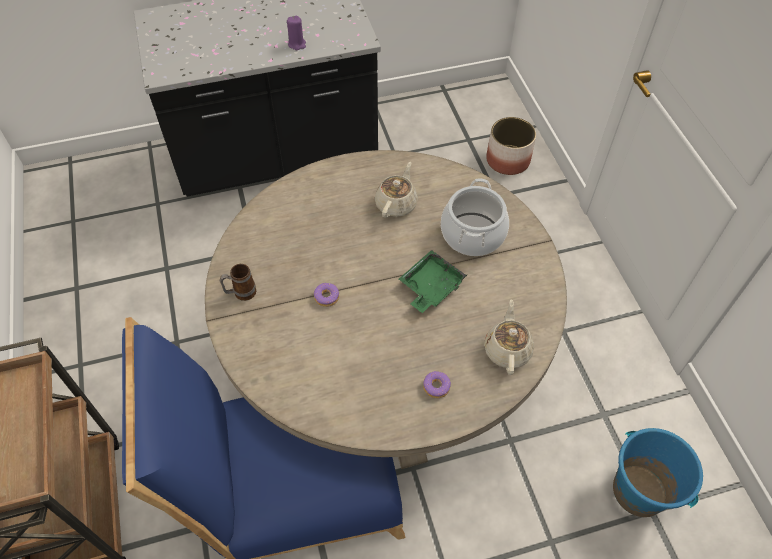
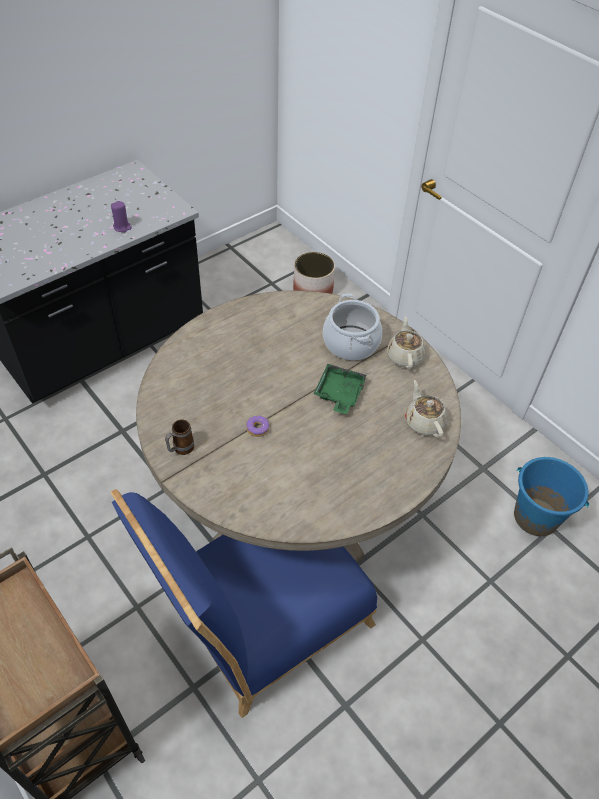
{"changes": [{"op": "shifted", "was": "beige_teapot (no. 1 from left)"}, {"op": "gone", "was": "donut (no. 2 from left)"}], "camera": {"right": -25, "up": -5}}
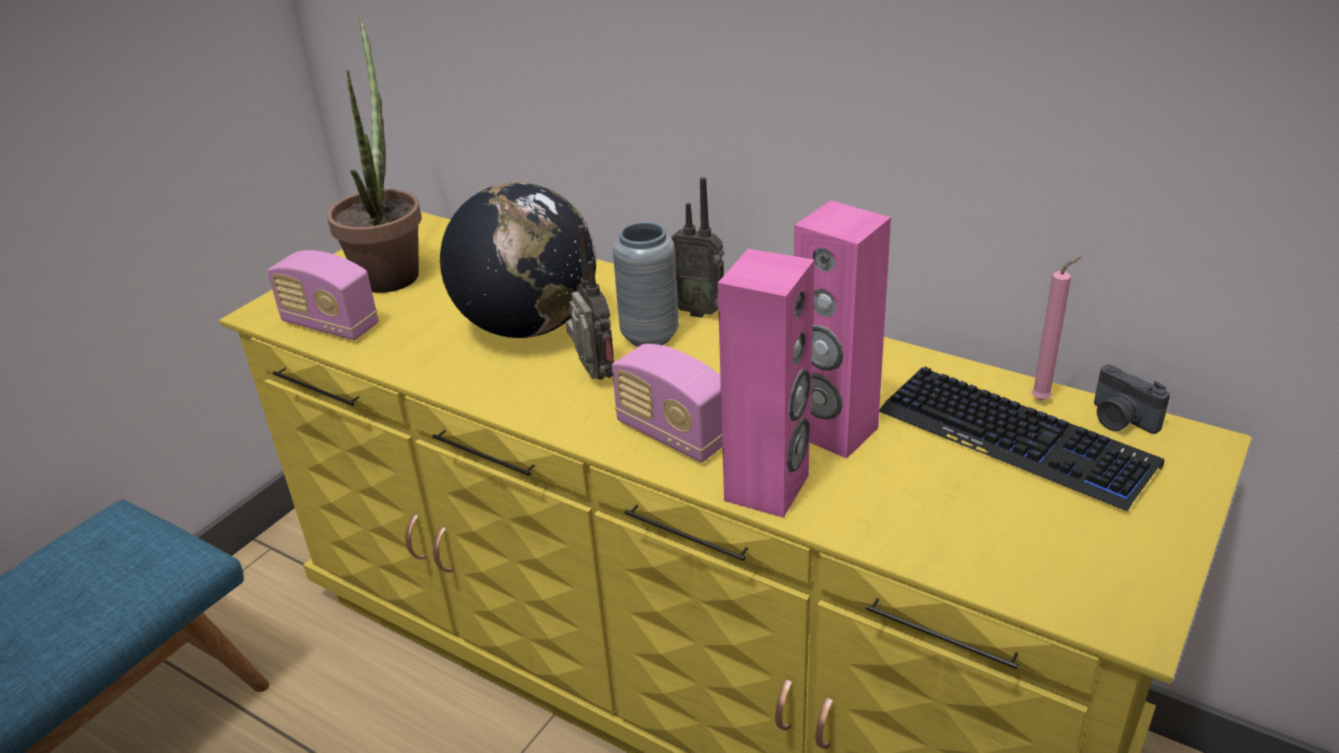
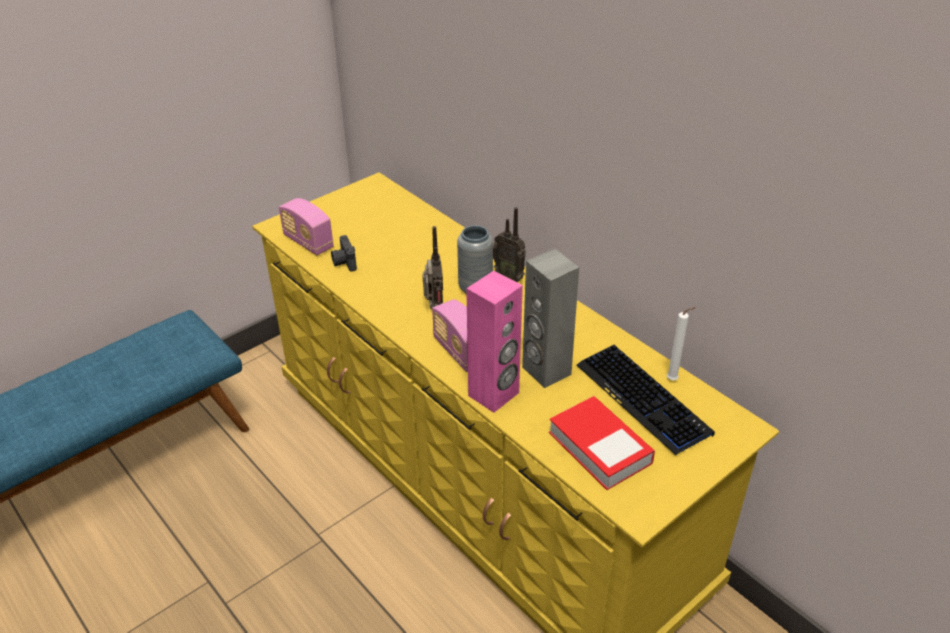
{"changes": [{"op": "gone", "was": "potted_plant"}, {"op": "gone", "was": "globe"}, {"op": "repainted", "was": "pink_speaker (no. 2 from left)", "now": "grey_speaker"}, {"op": "repainted", "was": "pink_candle", "now": "white_candle"}, {"op": "shifted", "was": "photo_camera"}, {"op": "new", "now": "book"}], "camera": {"right": 15, "up": 5}}
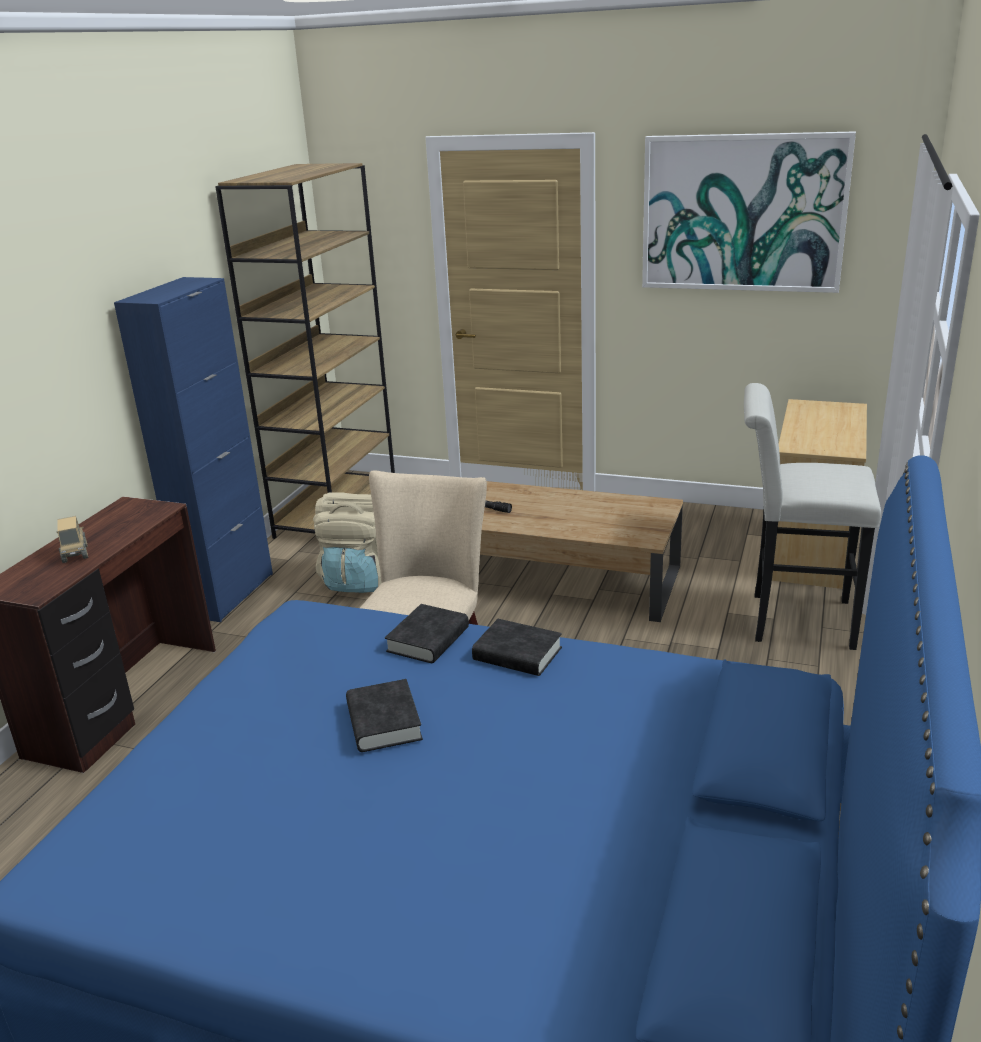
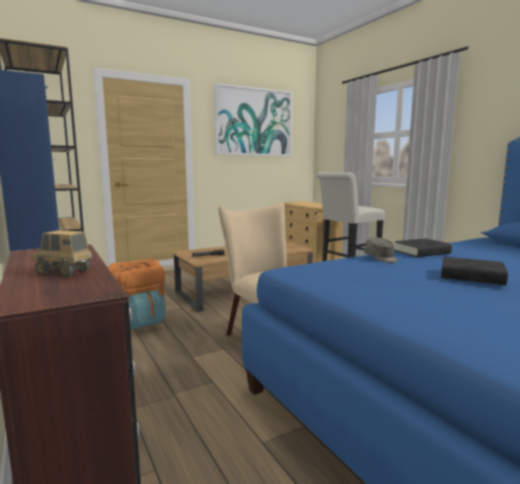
{"changes": [{"op": "repainted", "was": "beige_backpack", "now": "orange_backpack"}, {"op": "swapped", "was": "black_book (no. 2 from left)", "now": "grey_cap"}], "camera": {"right": -50, "up": -15}}
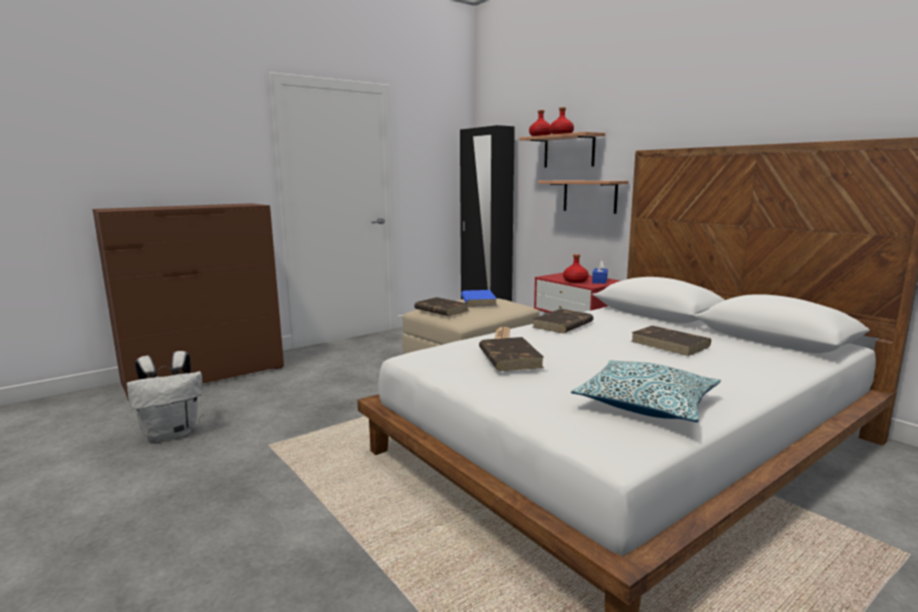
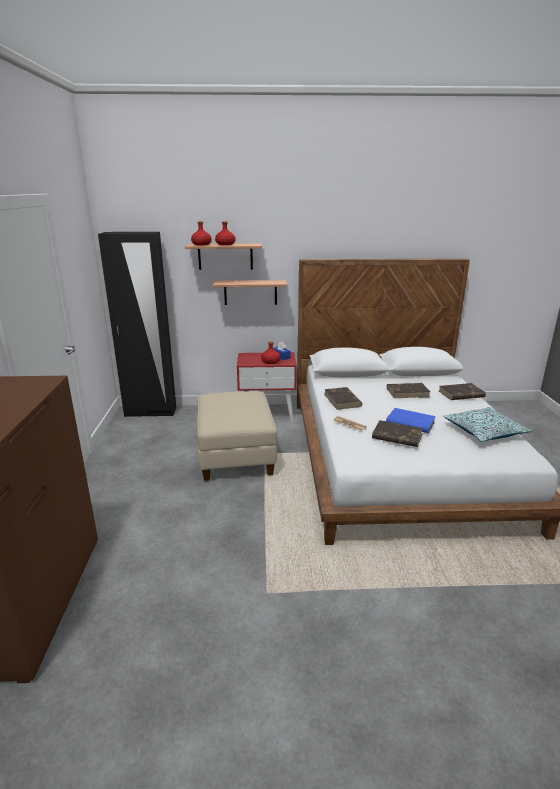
{"changes": [{"op": "shifted", "was": "blue_book"}, {"op": "shifted", "was": "brown_book (no. 1 from left in the first image)", "now": "brown_book (no. 4 from left)"}, {"op": "gone", "was": "white_backpack"}], "camera": {"right": -55, "up": 10}}
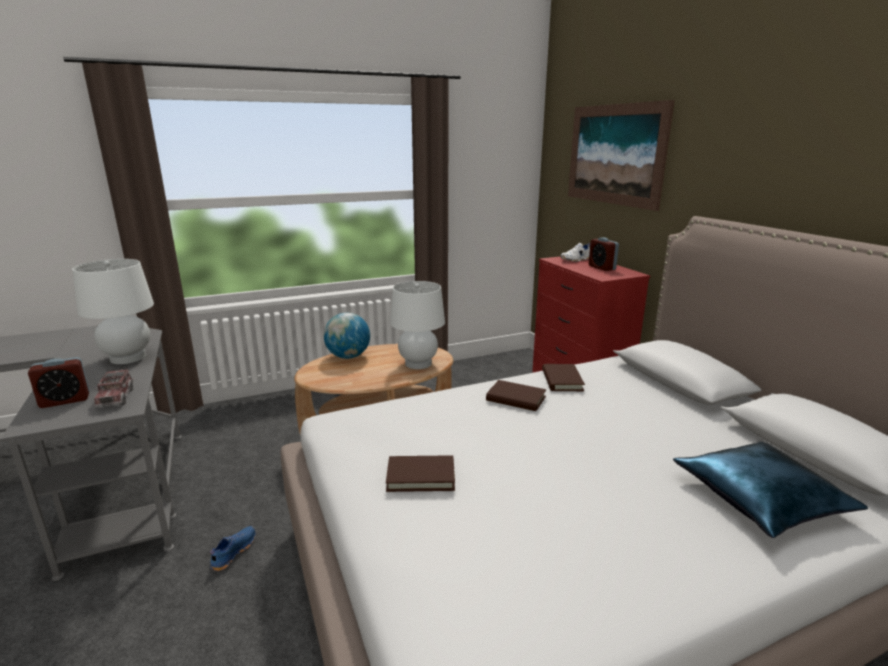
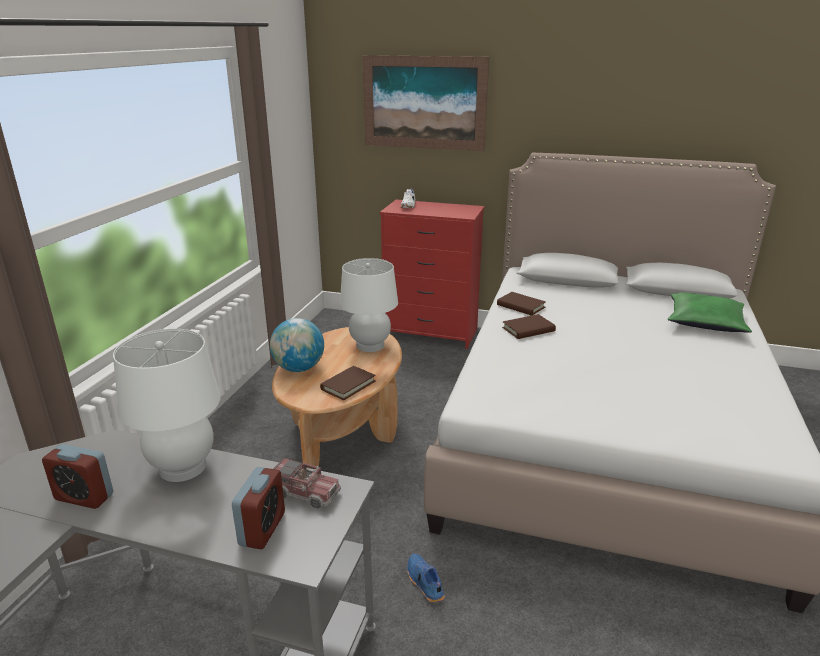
{"changes": [{"op": "shifted", "was": "alarm_clock (no. 2 from left in the first image)", "now": "alarm_clock (no. 1 from left)"}, {"op": "repainted", "was": "blue_pillow", "now": "green_pillow"}, {"op": "shifted", "was": "brown_book (no. 1 from left)"}], "camera": {"right": -50, "up": 5}}
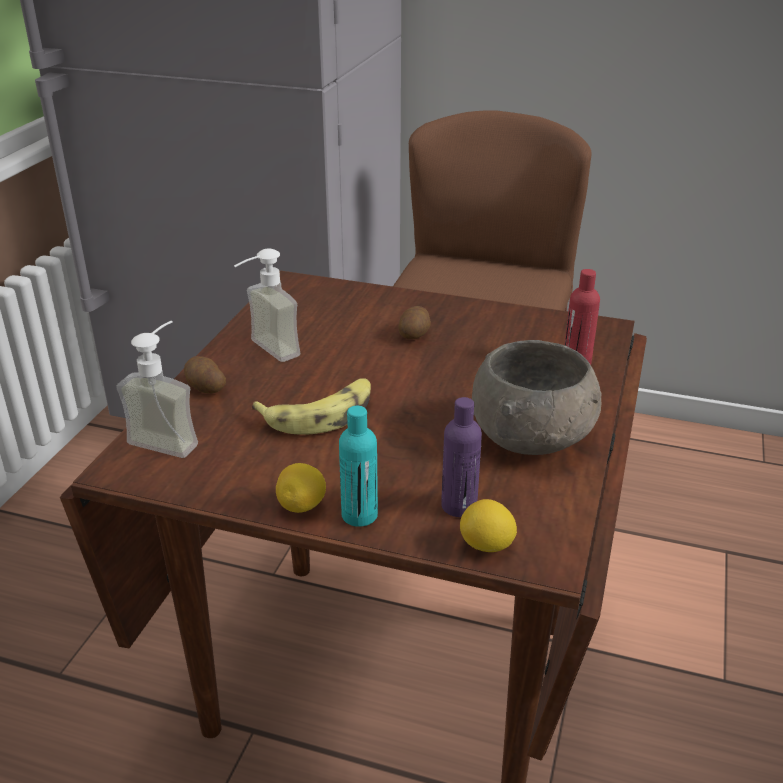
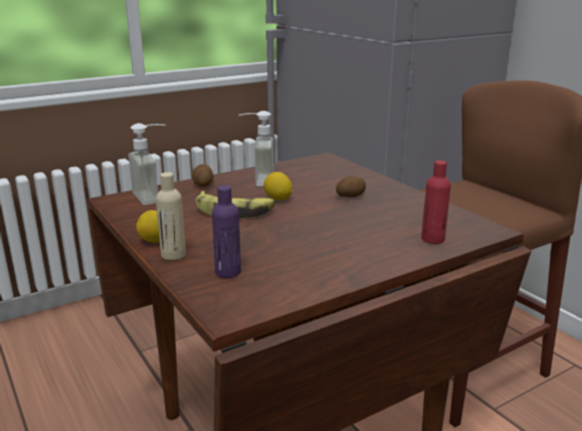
{"changes": [{"op": "gone", "was": "grey_bowl"}, {"op": "repainted", "was": "turquoise_bottle", "now": "beige_bottle"}, {"op": "shifted", "was": "lemon (no. 2 from left)"}], "camera": {"right": 40, "up": -10}}
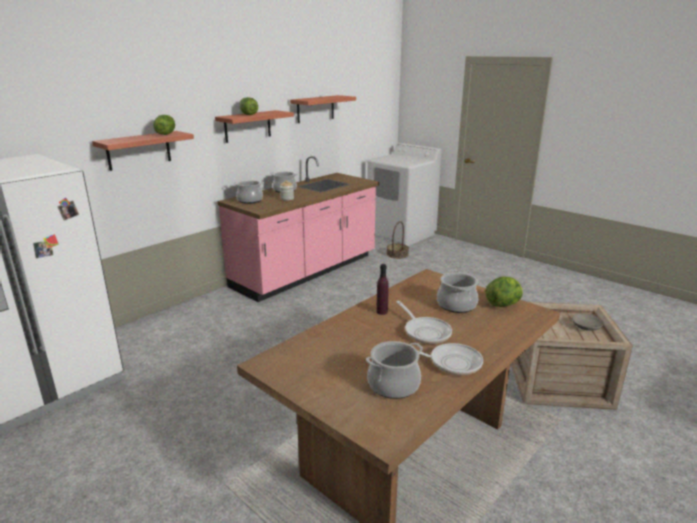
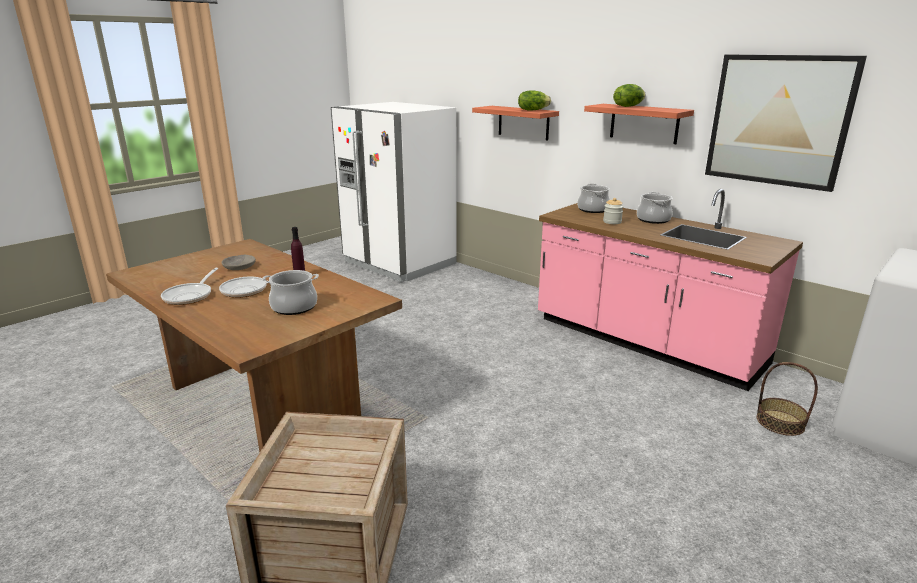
{"changes": [{"op": "swapped", "was": "shelf (no. 3 from left)", "now": "picture"}, {"op": "gone", "was": "lettuce (no. 3 from left)"}, {"op": "shifted", "was": "grey_bowl"}, {"op": "gone", "was": "cooking_pot (no. 3 from left)"}], "camera": {"right": 90, "up": 0}}
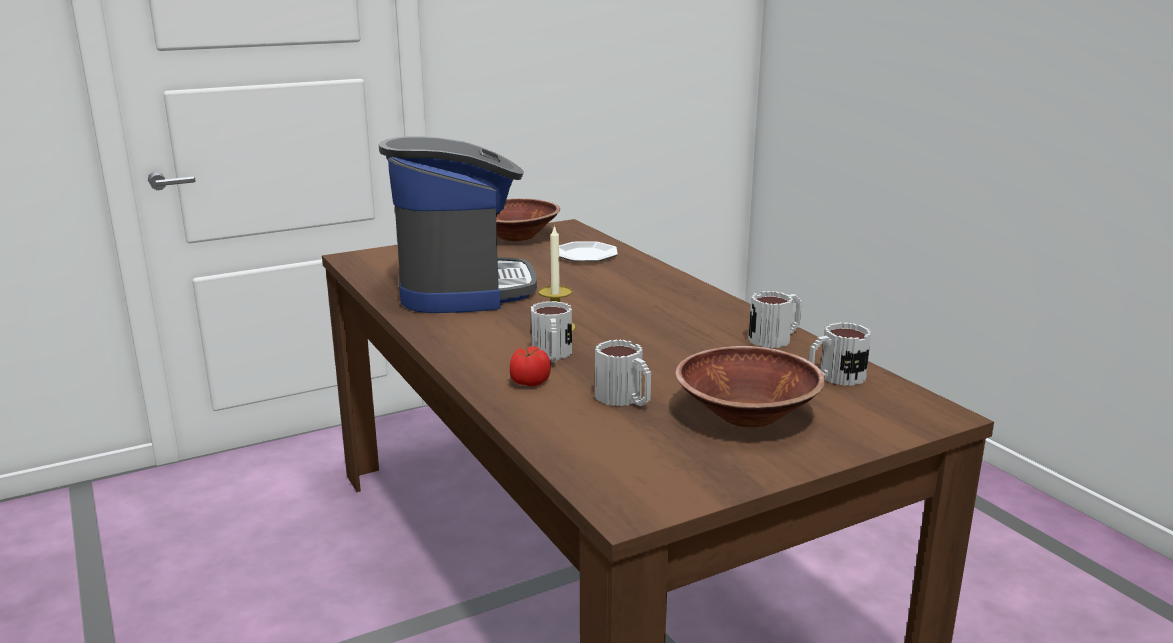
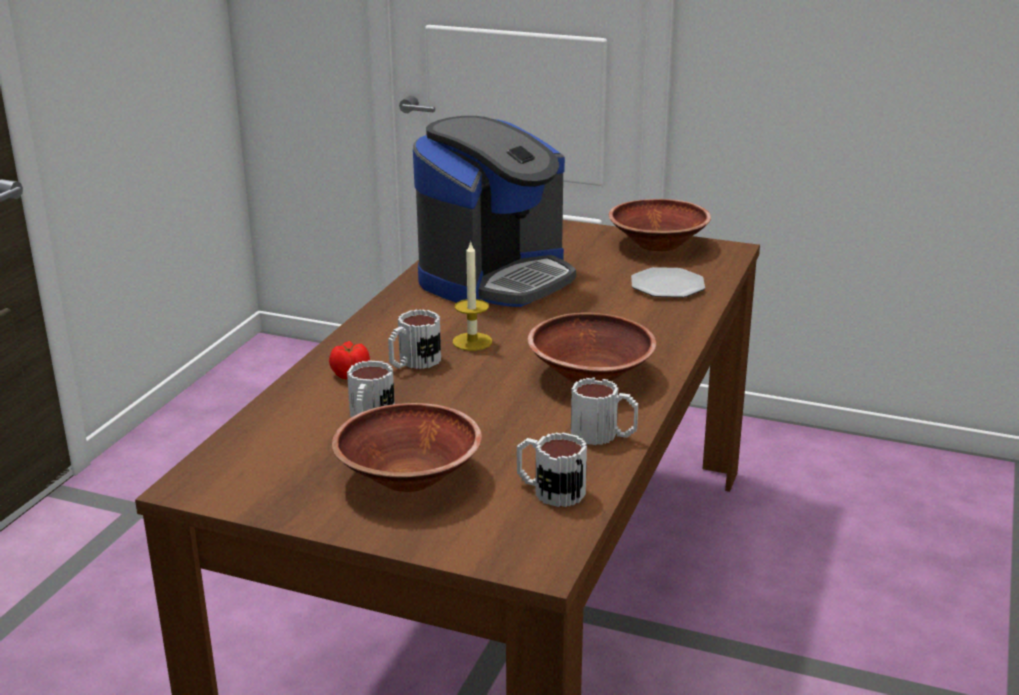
{"changes": [{"op": "new", "now": "brown_bowl (no. 2 from left)"}], "camera": {"right": 50, "up": 5}}
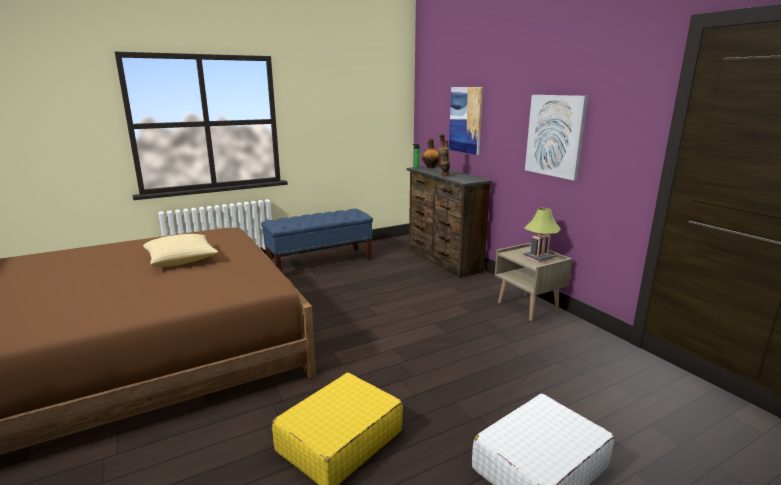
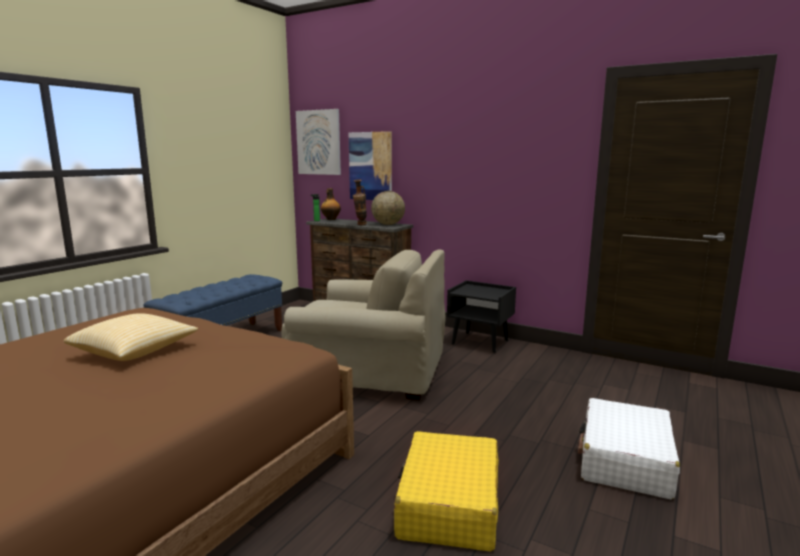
{"changes": [{"op": "shifted", "was": "picture (no. 2 from left in the first image)", "now": "picture (no. 1 from left)"}, {"op": "gone", "was": "table_lamp"}, {"op": "repainted", "was": "beige_nightstand", "now": "black_nightstand"}, {"op": "new", "now": "globe"}, {"op": "new", "now": "beige_armchair"}], "camera": {"right": -30, "up": -5}}
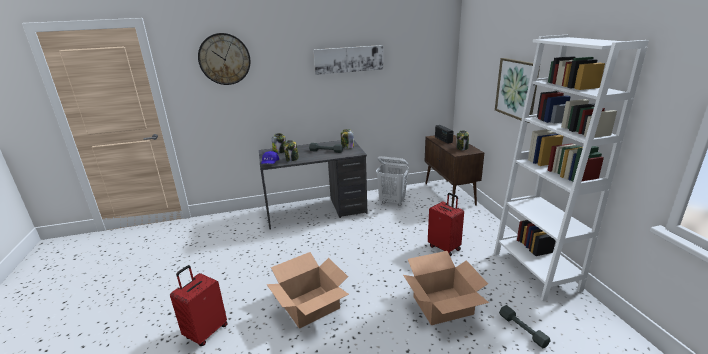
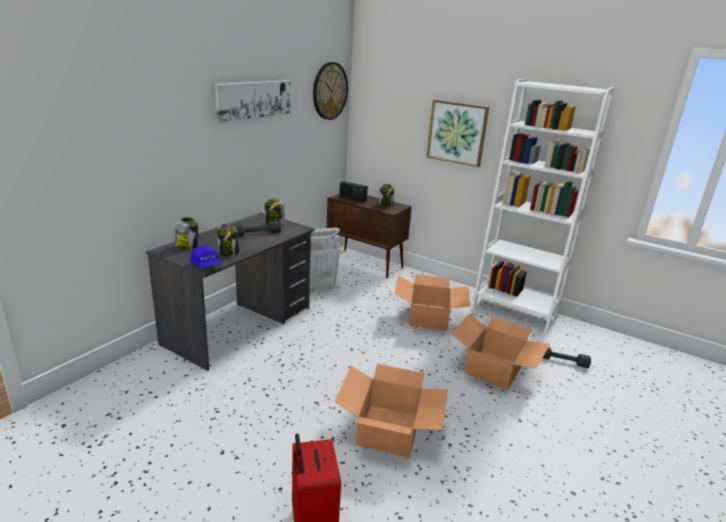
{"changes": [{"op": "shifted", "was": "wall_clock"}, {"op": "swapped", "was": "red_suitcase (no. 2 from left)", "now": "cardboard_box (no. 2 from left)"}], "camera": {"right": -45, "up": 0}}
